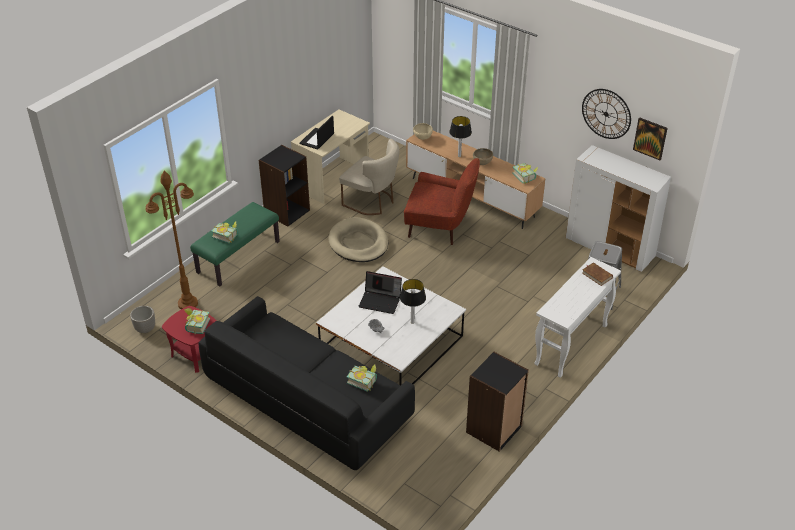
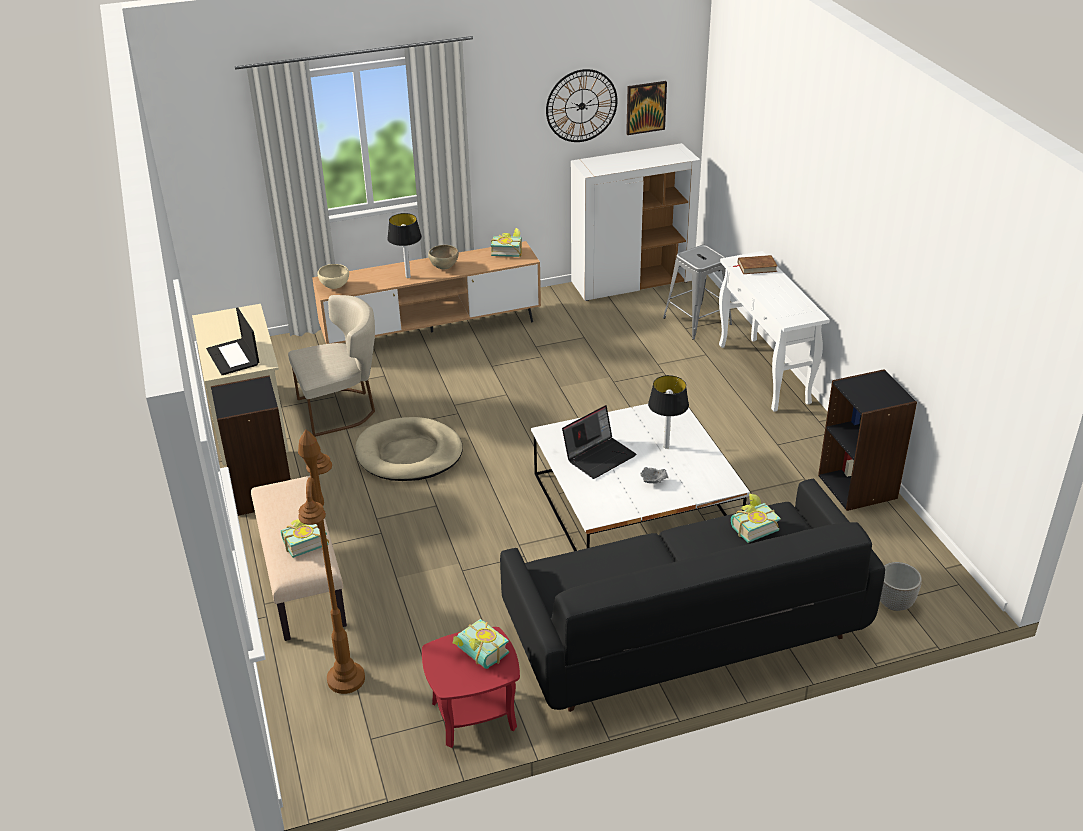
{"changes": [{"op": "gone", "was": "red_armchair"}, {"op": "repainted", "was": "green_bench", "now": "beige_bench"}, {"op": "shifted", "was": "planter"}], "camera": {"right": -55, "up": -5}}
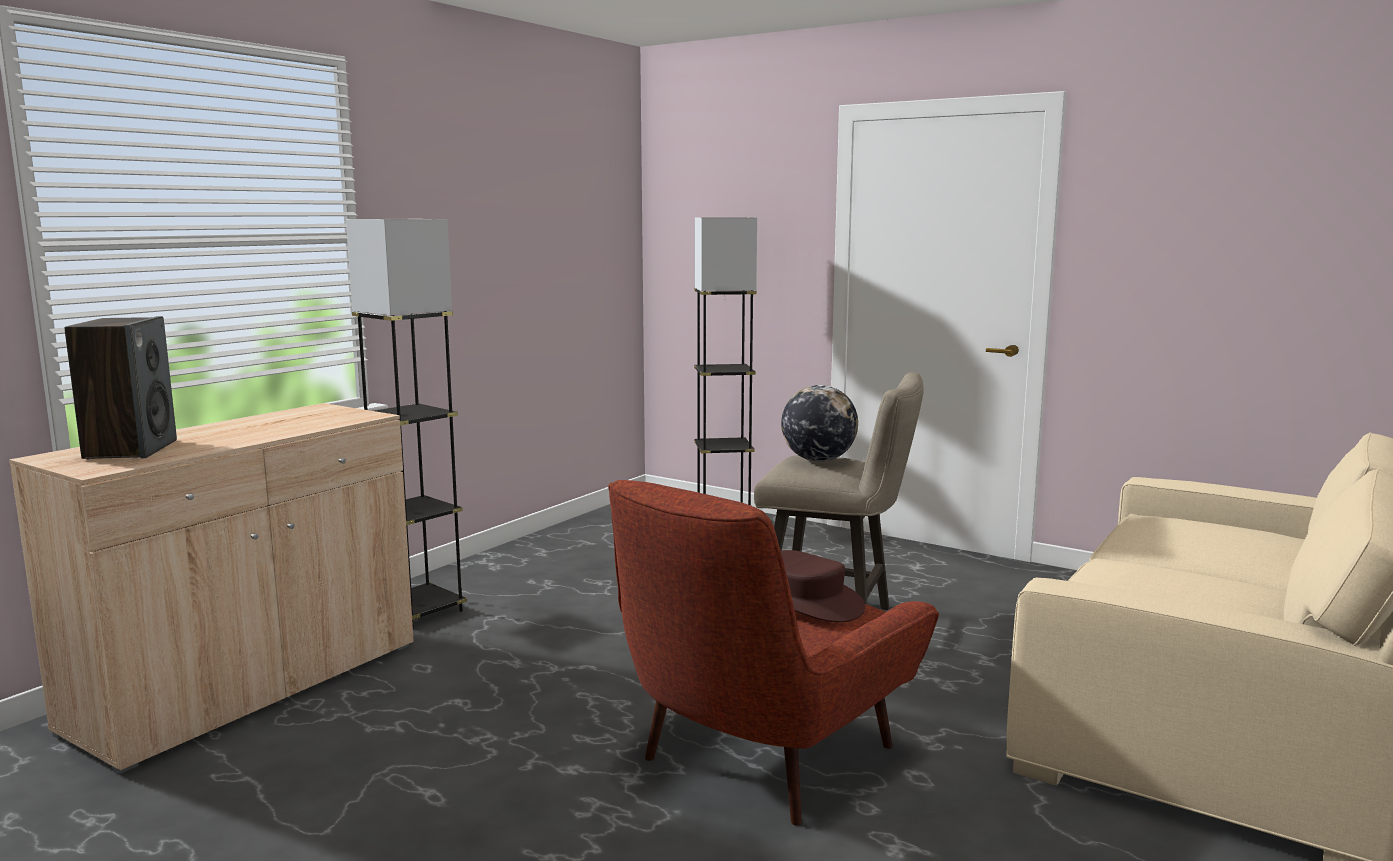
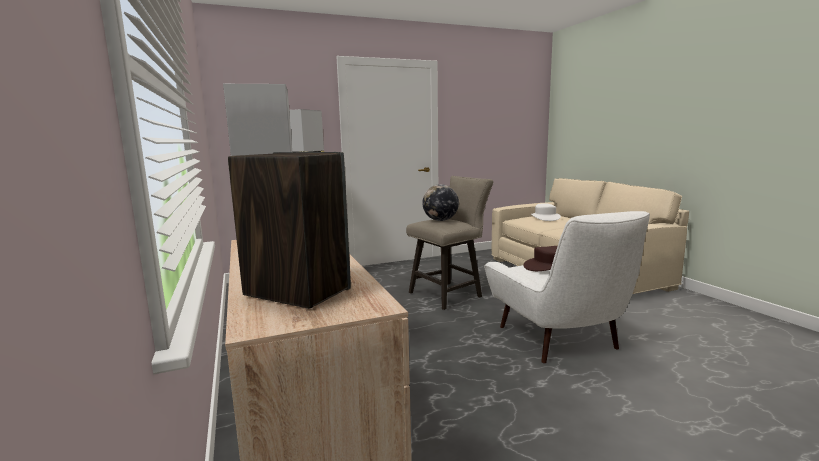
{"changes": [{"op": "repainted", "was": "red_armchair", "now": "white_armchair"}, {"op": "new", "now": "white_hat"}], "camera": {"right": -55, "up": 0}}
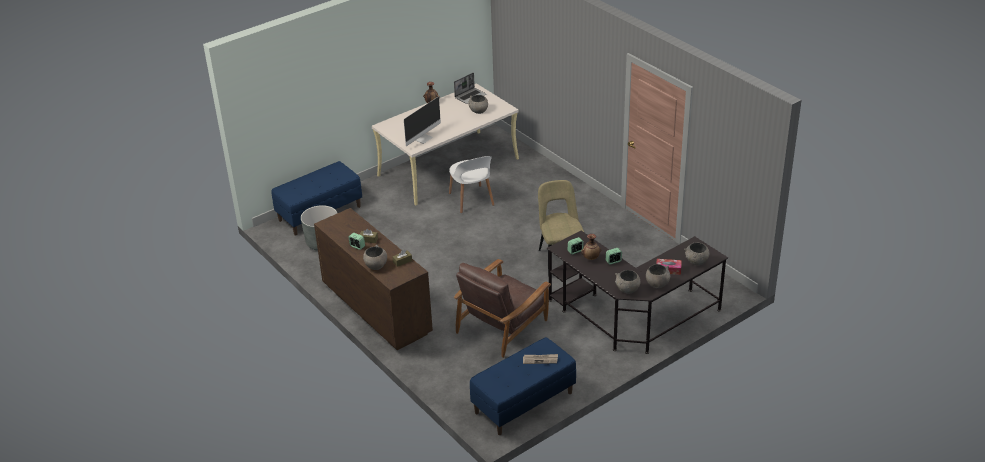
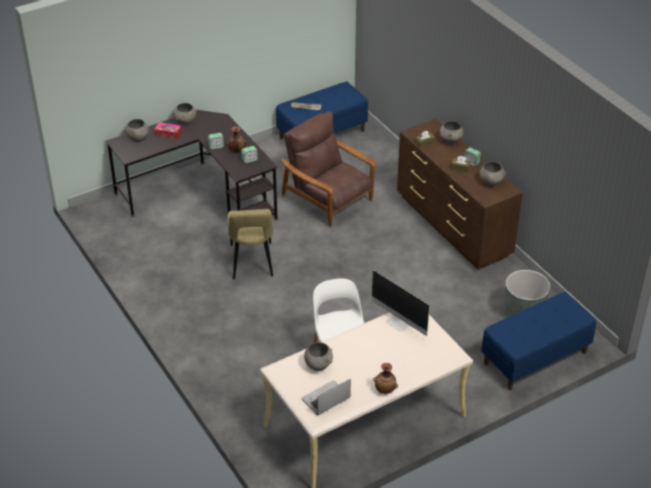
{"changes": [{"op": "rotated", "was": "monitor", "clockwise": -90}, {"op": "rotated", "was": "brown_armchair", "clockwise": -90}, {"op": "shifted", "was": "grey_bowl (no. 3 from left in the first image)", "now": "grey_bowl (no. 5 from left)"}], "camera": {"right": -175, "up": 5}}
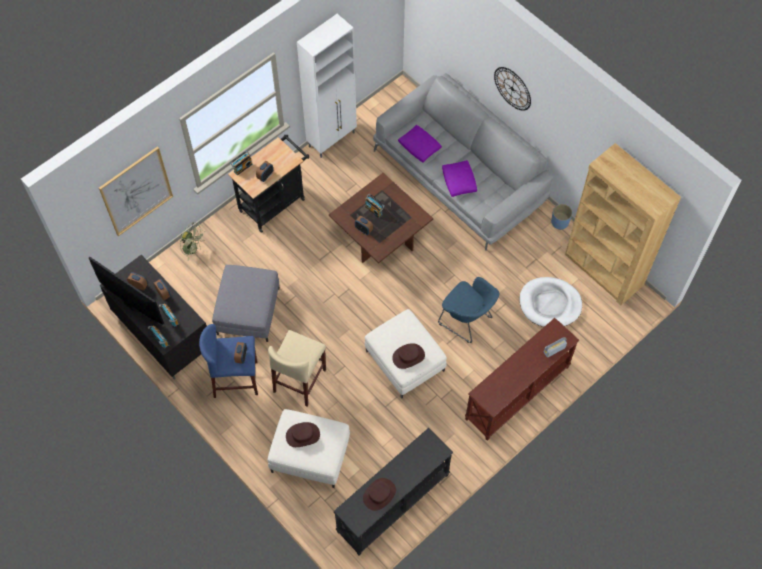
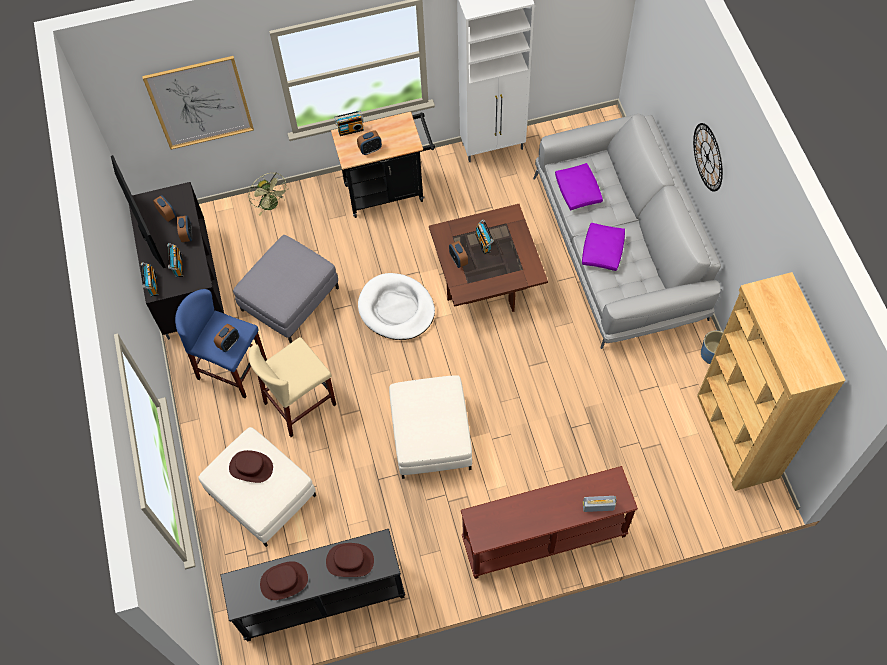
{"changes": [{"op": "gone", "was": "blue_armchair"}, {"op": "shifted", "was": "white_dog_bed"}, {"op": "shifted", "was": "brown_hat (no. 3 from left)"}], "camera": {"right": 30, "up": 0}}
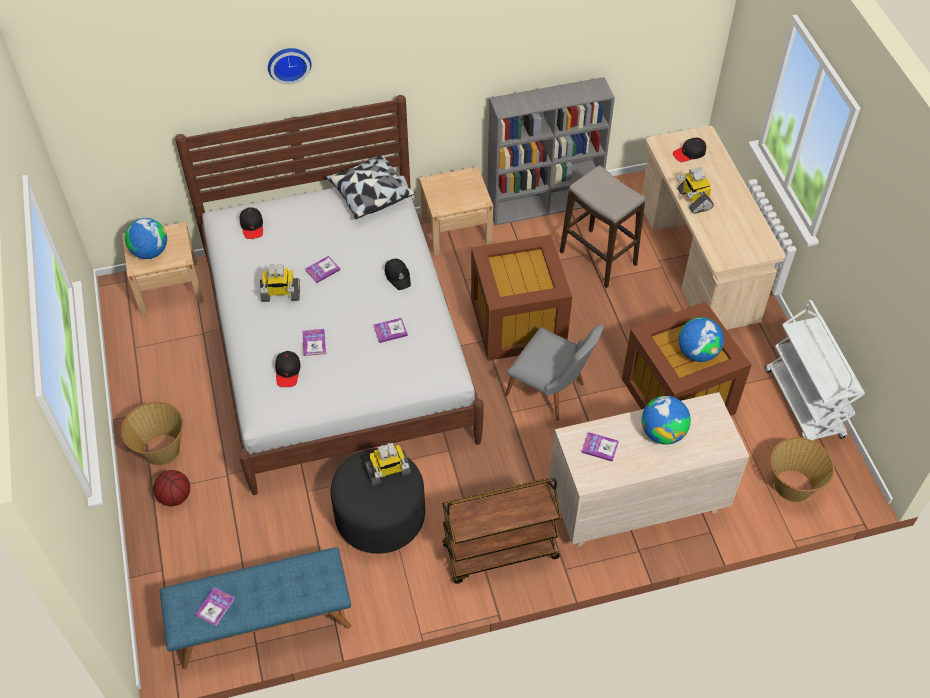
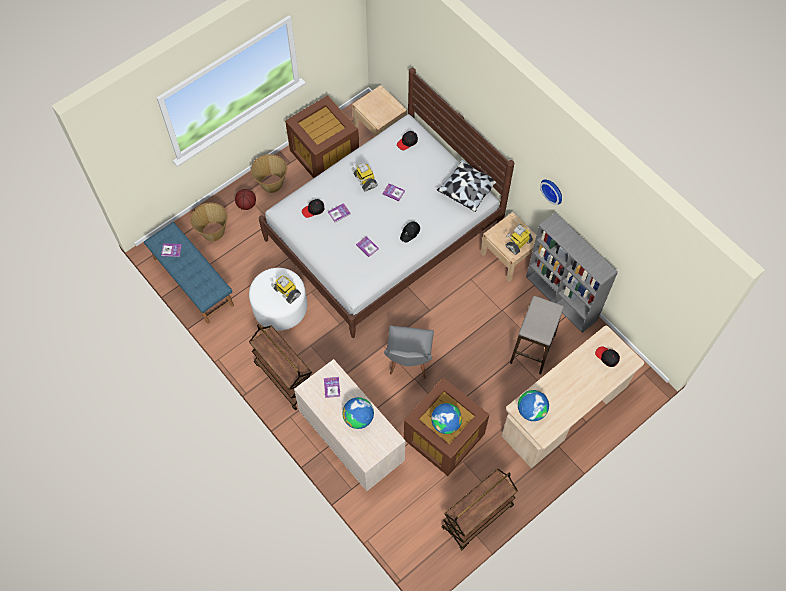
{"changes": [{"op": "shifted", "was": "wall_clock"}, {"op": "shifted", "was": "toy_robot (no. 3 from left)"}, {"op": "shifted", "was": "globe (no. 1 from left in the first image)", "now": "globe (no. 3 from left)"}, {"op": "shifted", "was": "brown_storage_box (no. 1 from left)"}, {"op": "repainted", "was": "white_cart", "now": "brown_cart (no. 2 from left)"}, {"op": "shifted", "was": "basket (no. 2 from left in the first image)", "now": "basket (no. 1 from left)"}, {"op": "repainted", "was": "black_ottoman", "now": "white_ottoman"}], "camera": {"right": 65, "up": 10}}
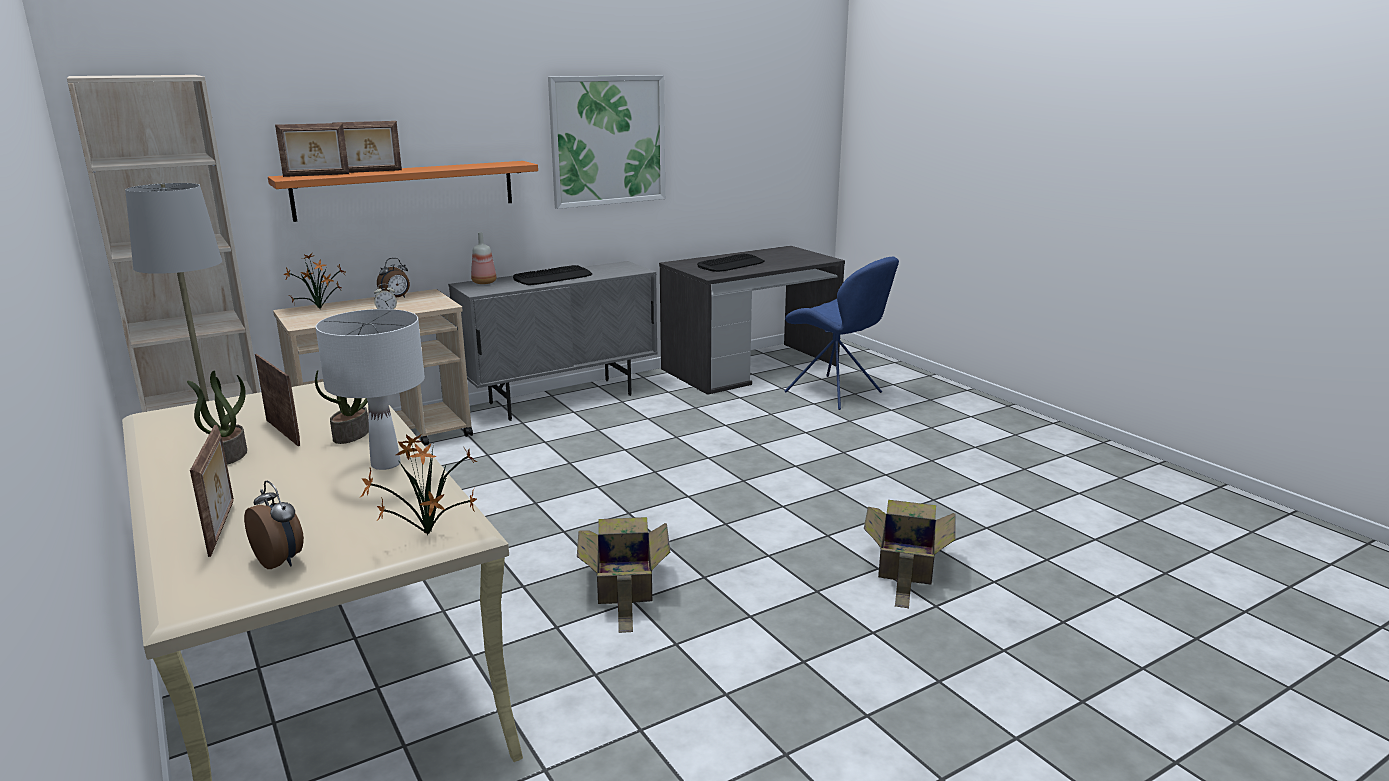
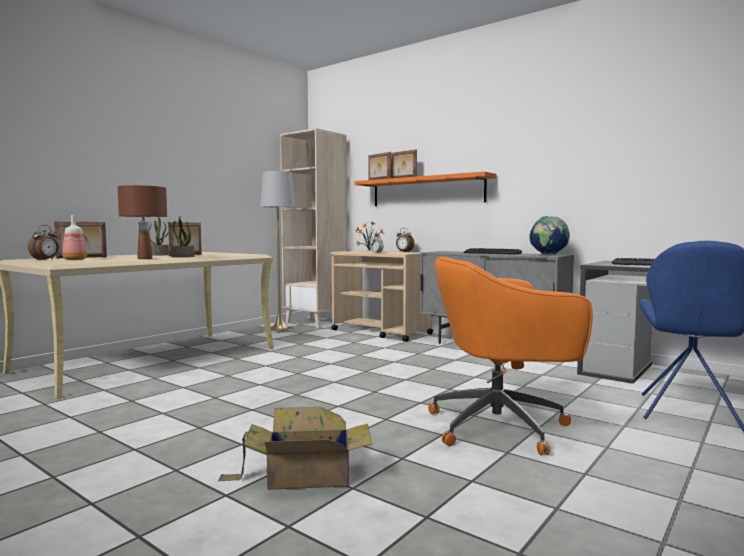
{"changes": [{"op": "gone", "was": "picture"}, {"op": "shifted", "was": "bottle"}, {"op": "repainted", "was": "white_table_lamp", "now": "brown_table_lamp"}, {"op": "gone", "was": "potted_plant (no. 4 from left)"}, {"op": "gone", "was": "cardboard_box (no. 1 from left)"}, {"op": "new", "now": "globe"}, {"op": "new", "now": "orange_office_chair"}], "camera": {"right": 70, "up": -15}}
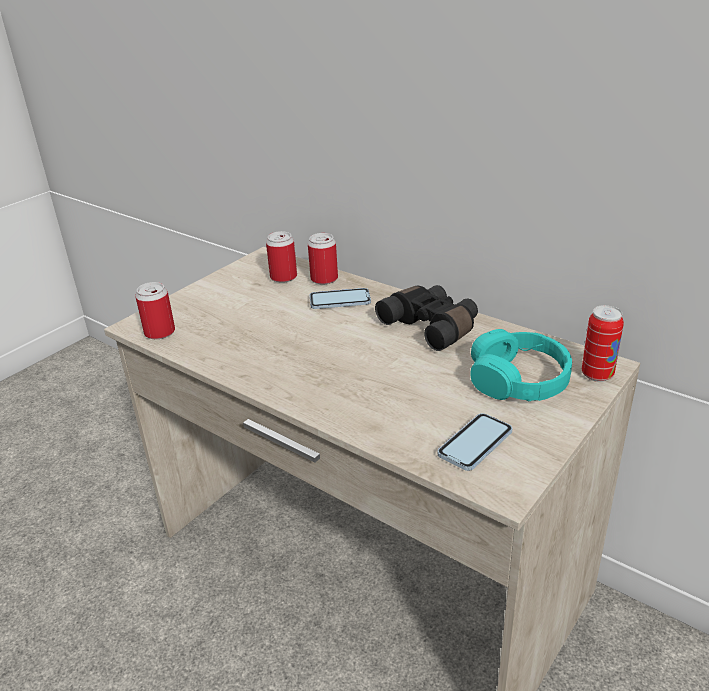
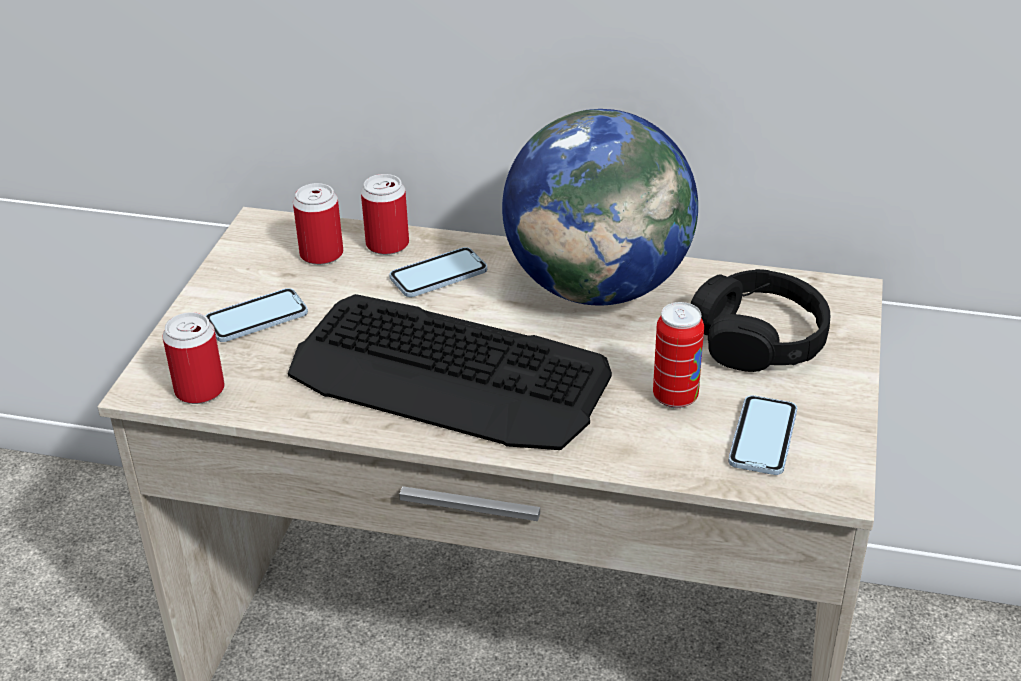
{"changes": [{"op": "swapped", "was": "black_binoculars", "now": "globe"}, {"op": "shifted", "was": "can (no. 4 from left)"}, {"op": "repainted", "was": "turquoise_headphones", "now": "black_headphones"}, {"op": "new", "now": "phone (no. 1 from left)"}, {"op": "new", "now": "keyboard"}], "camera": {"right": -25, "up": 5}}
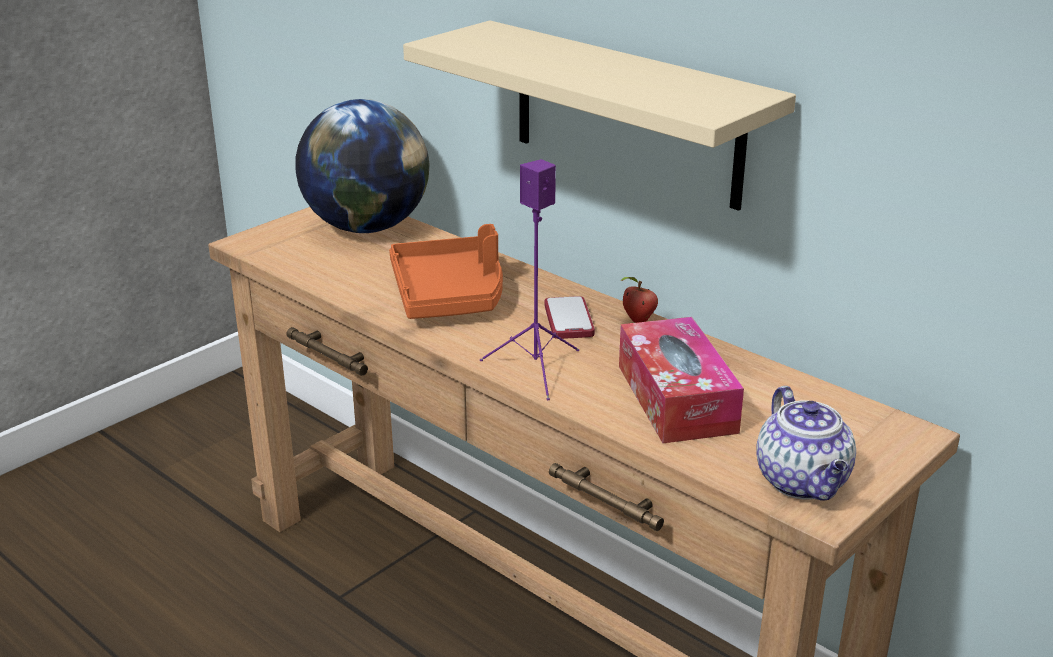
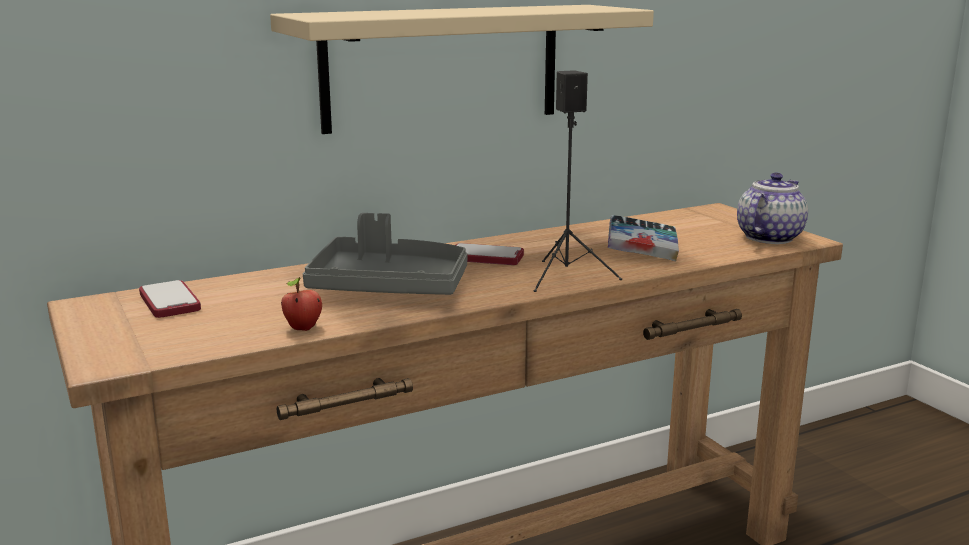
{"changes": [{"op": "swapped", "was": "globe", "now": "phone (no. 1 from left)"}, {"op": "repainted", "was": "purple_speaker", "now": "black_speaker"}, {"op": "repainted", "was": "orange_tray", "now": "grey_tray"}, {"op": "shifted", "was": "apple"}, {"op": "swapped", "was": "tissue_box", "now": "book"}, {"op": "rotated", "was": "teapot", "clockwise": -60}], "camera": {"right": -70, "up": -10}}
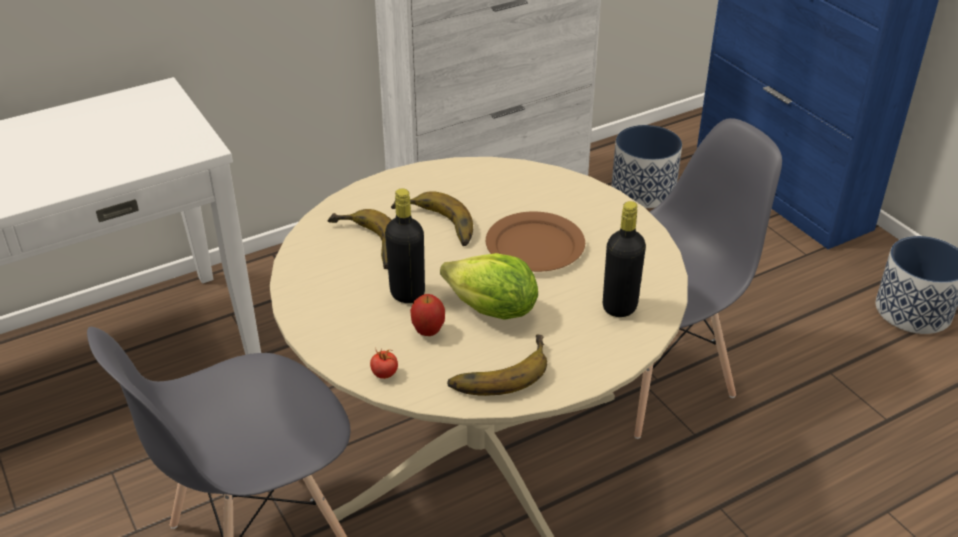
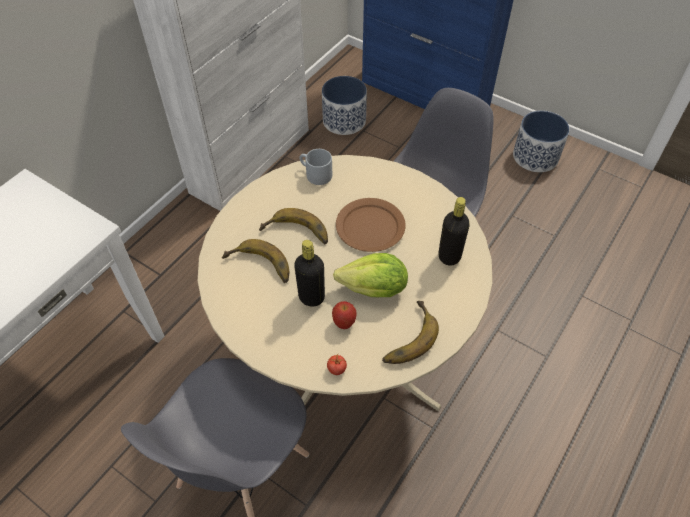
{"changes": [{"op": "new", "now": "grey_mug"}], "camera": {"right": -25, "up": 15}}
